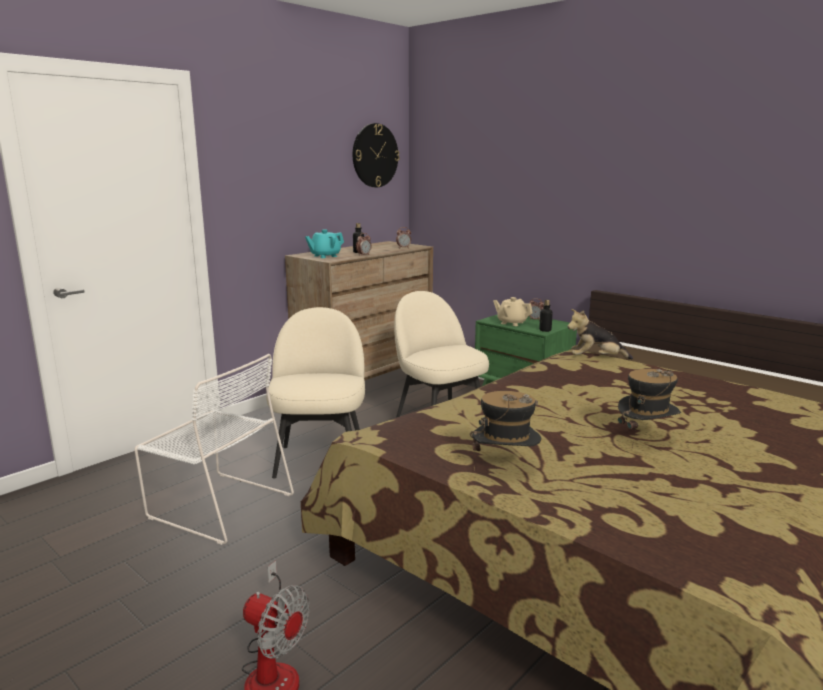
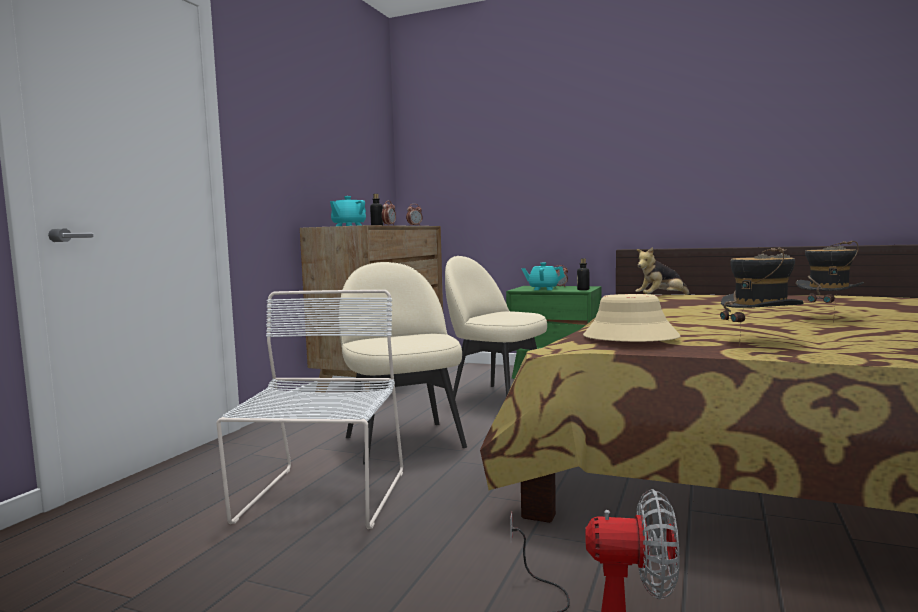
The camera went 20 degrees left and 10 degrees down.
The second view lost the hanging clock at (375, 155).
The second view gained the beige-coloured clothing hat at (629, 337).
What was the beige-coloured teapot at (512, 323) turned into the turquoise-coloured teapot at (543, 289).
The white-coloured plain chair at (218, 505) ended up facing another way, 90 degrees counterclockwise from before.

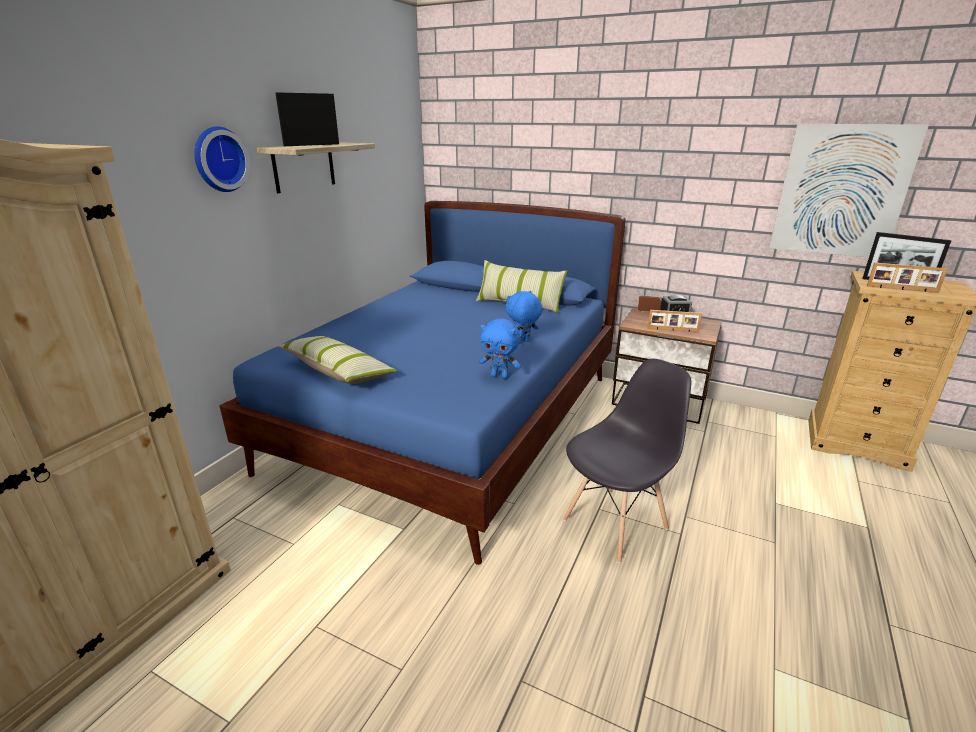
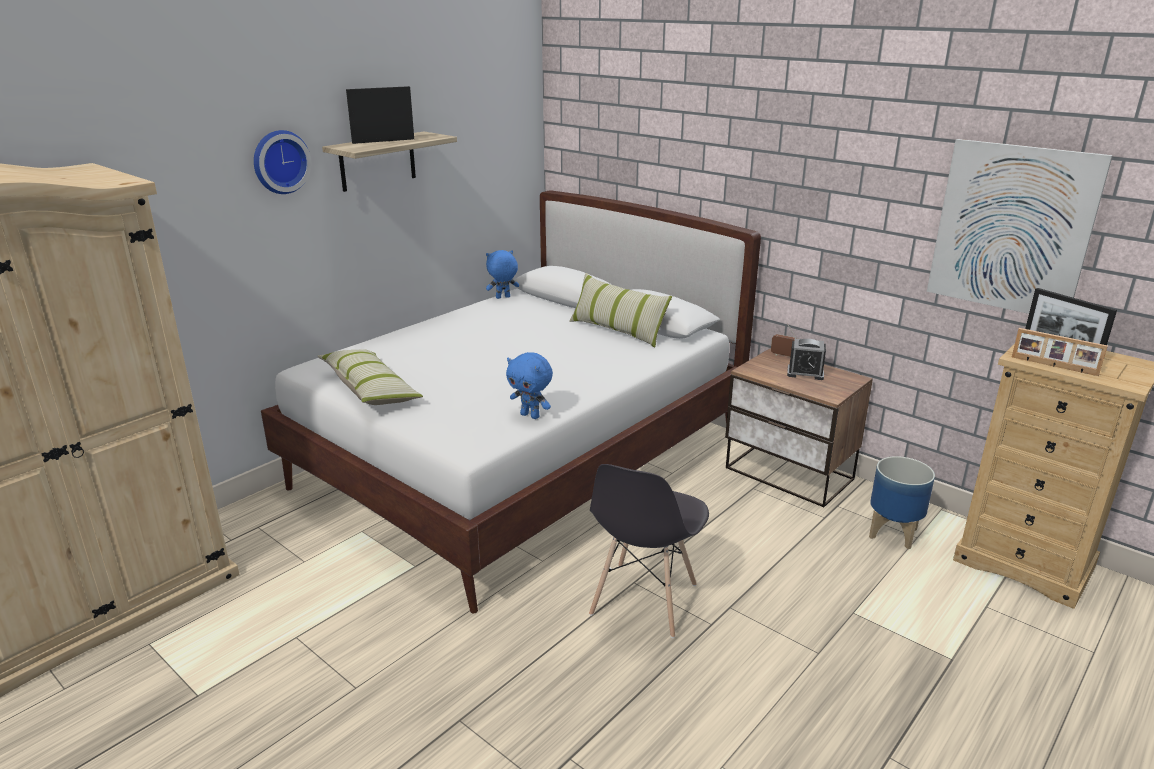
The camera went 15 degrees right and 0 degrees up.
The second view lost the standing frame at (673, 330).
The second view gained the flower pot at (893, 534).
The blue cuddly toy ended up elsewhere, having gone from (523, 342) to (503, 297).
What was the blue sleeping bed at (452, 421) turned into the white-coloured sleeping bed at (522, 461).
The gray plain chair at (616, 523) ended up facing another way, 135 degrees clockwise from before.

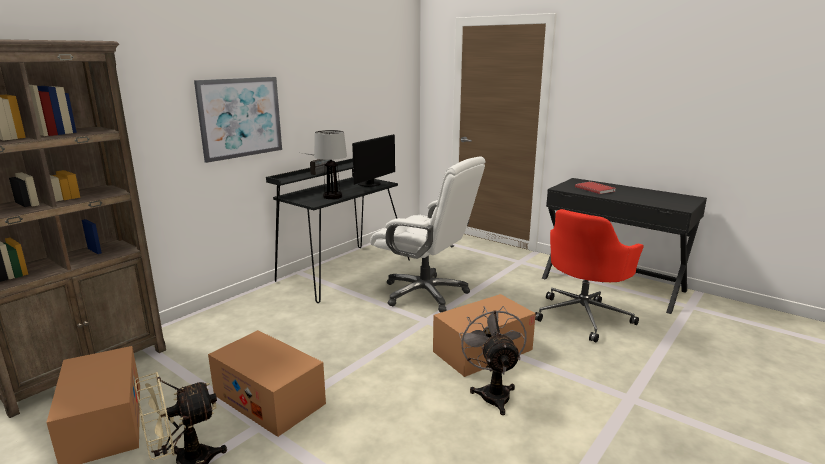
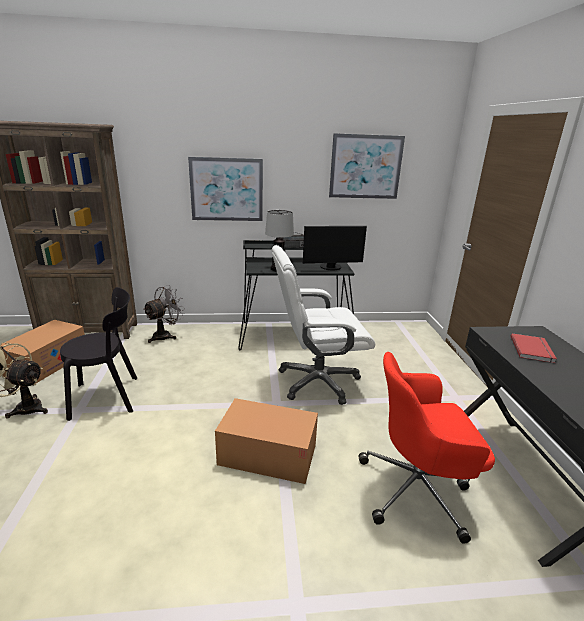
The camera went 45 degrees right and 5 degrees up.
The second view gained the picture at (365, 167).
The gray fan ended up elsewhere, having gone from (493, 392) to (165, 335).
Where the carton stood at (269, 399), the black plain chair came to stand at (109, 397).
The white-coloured desk chair at (426, 293) ended up facing another way, 90 degrees clockwise from before.

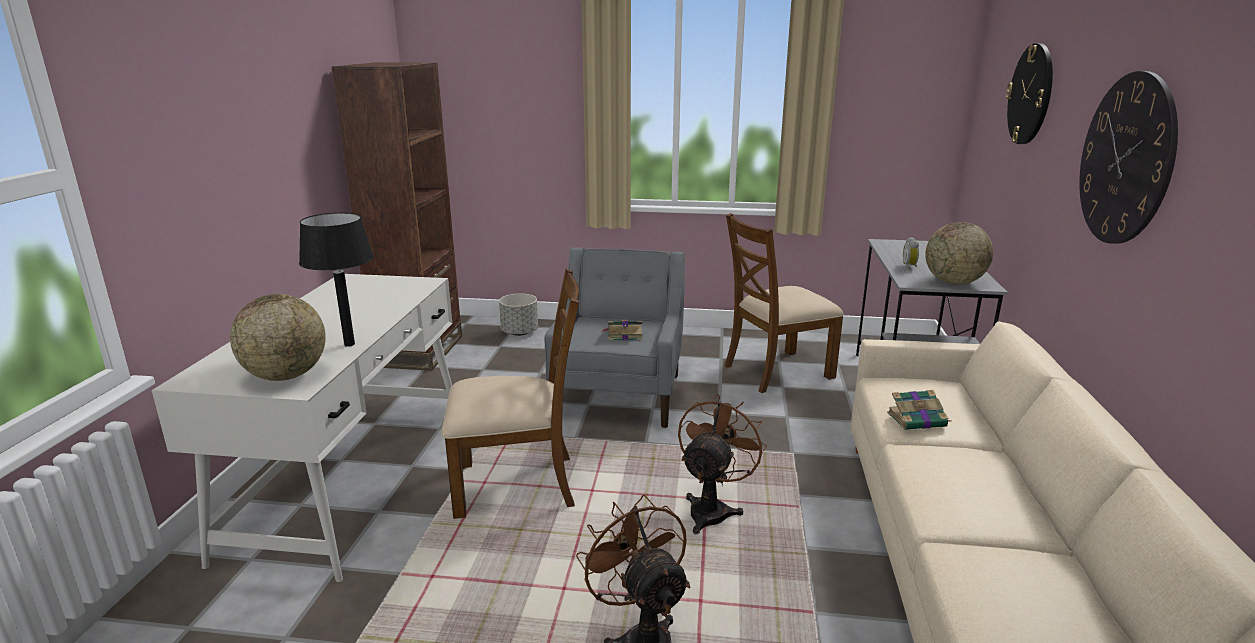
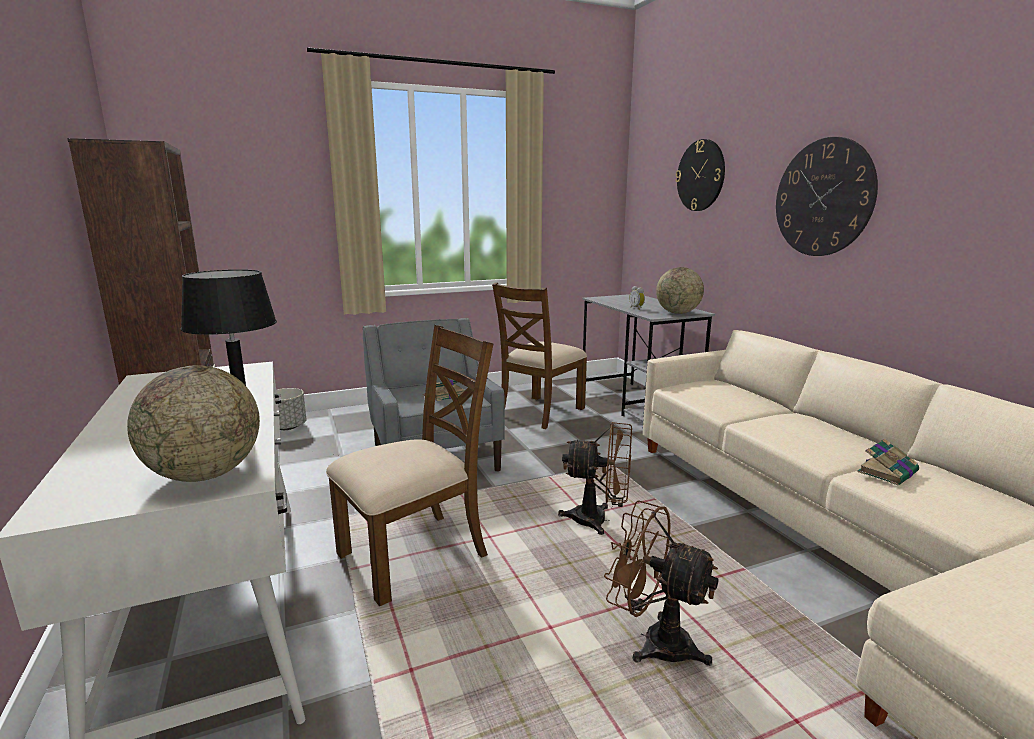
The camera went 30 degrees left and 5 degrees down.
The volume ended up elsewhere, having gone from (918, 420) to (888, 472).
The brownish fan at (712, 509) ended up facing another way, 105 degrees clockwise from before.

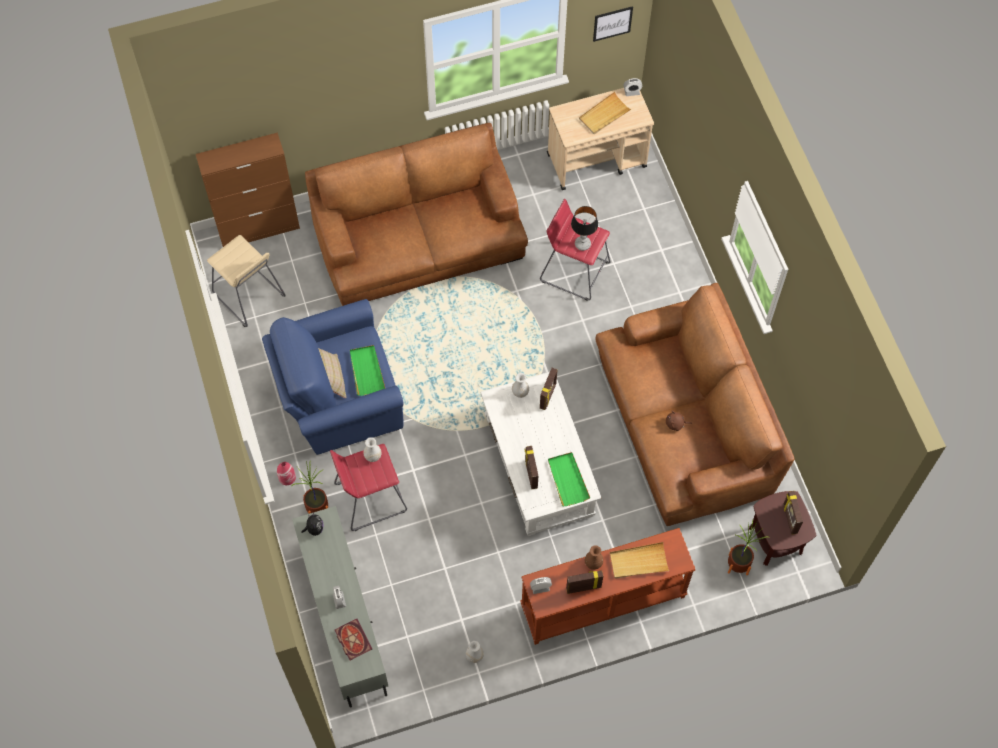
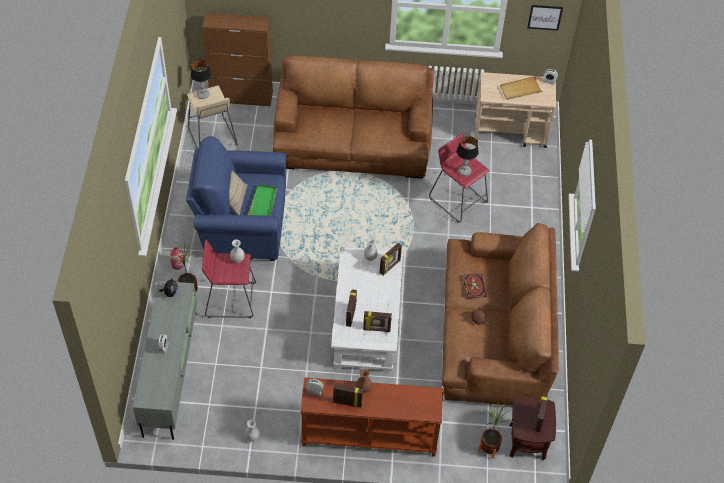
The camera went 20 degrees right and 10 degrees down.
The second view lost the beige-coloured serving tray at (638, 562).
The second view gained the table lamp at (203, 95).
The volume ended up elsewhere, having gone from (352, 639) to (473, 286).
Where the green serving tray stood at (567, 480), the standing frame came to stand at (376, 329).

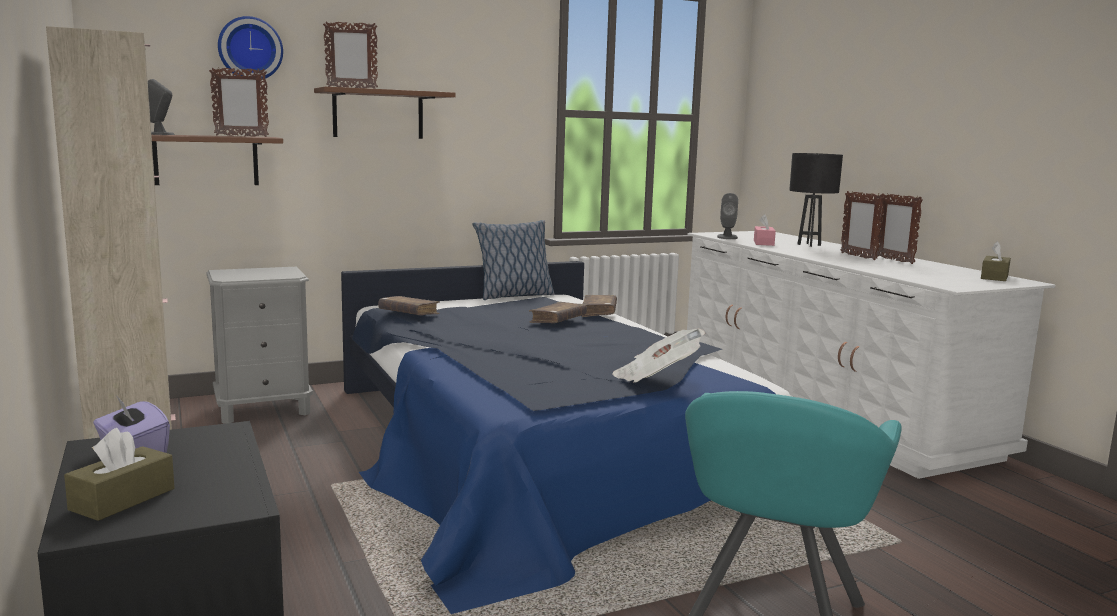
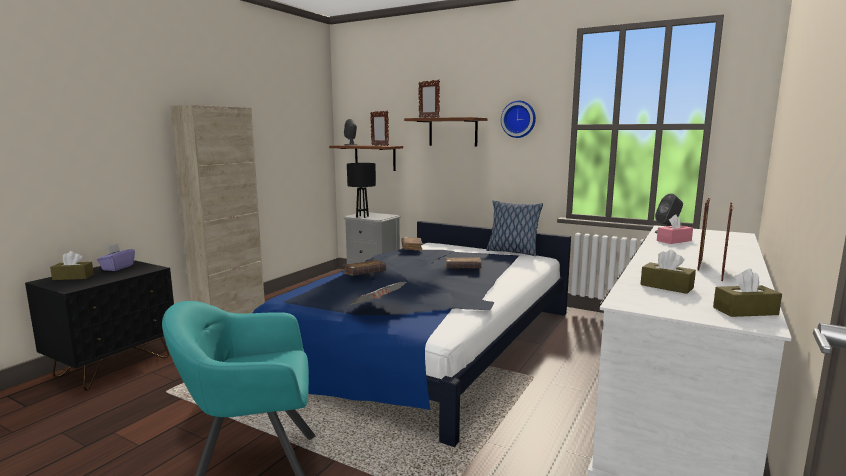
The camera went 55 degrees right and 0 degrees up.
The second view gained the brownish box of tissues at (666, 286).
The hanging clock ended up elsewhere, having gone from (250, 49) to (519, 119).
The brownish volume ended up elsewhere, having gone from (599, 312) to (364, 273).
The black table lamp ended up elsewhere, having gone from (809, 245) to (362, 217).

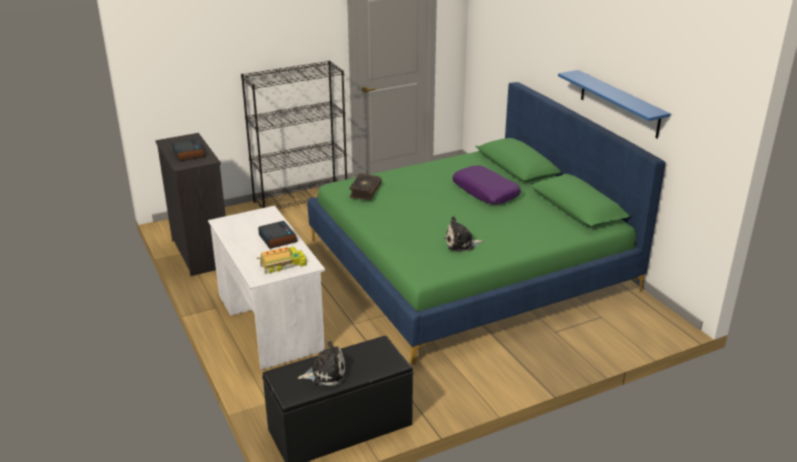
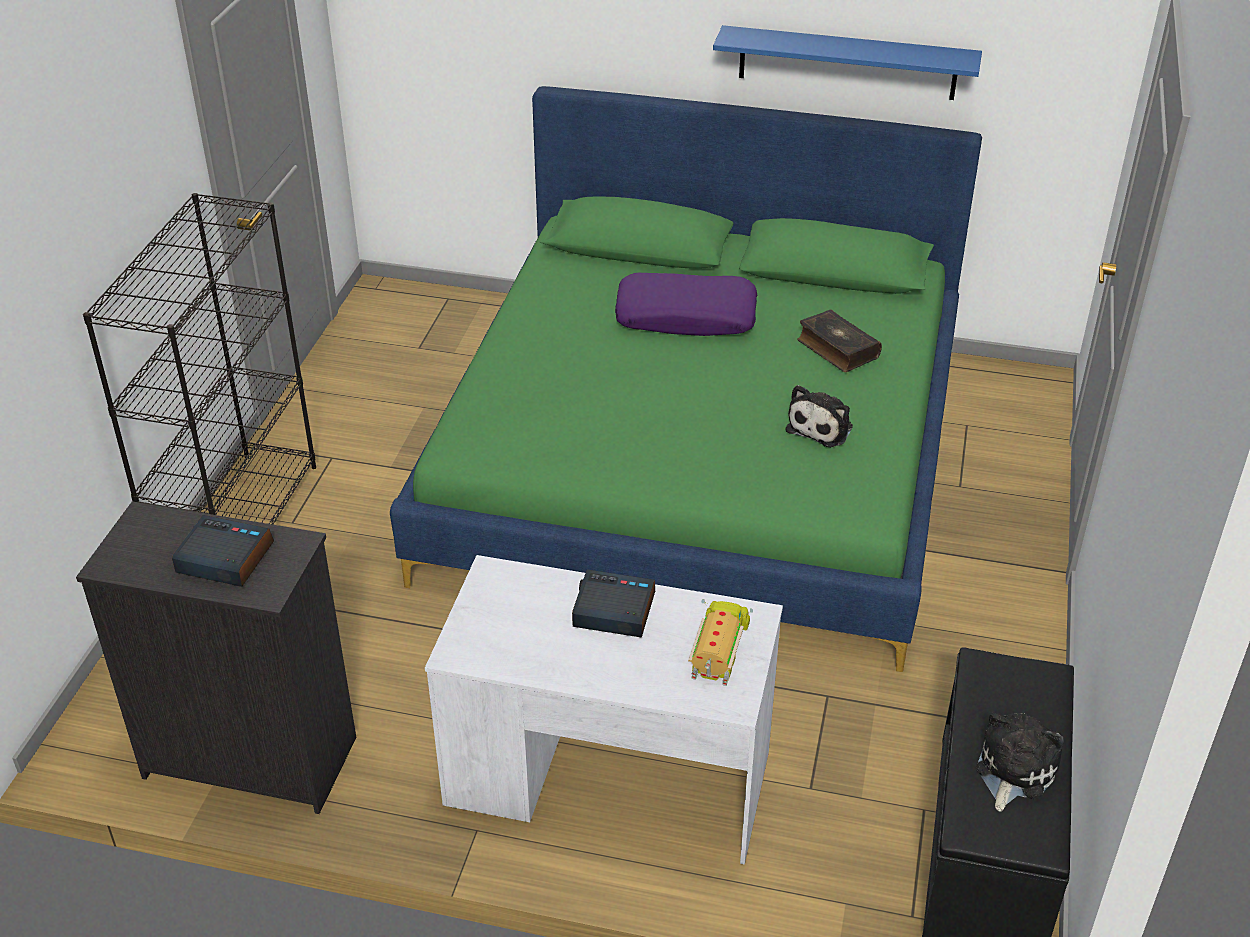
The camera went 50 degrees left and 10 degrees up.
The volume ended up elsewhere, having gone from (364, 191) to (837, 349).

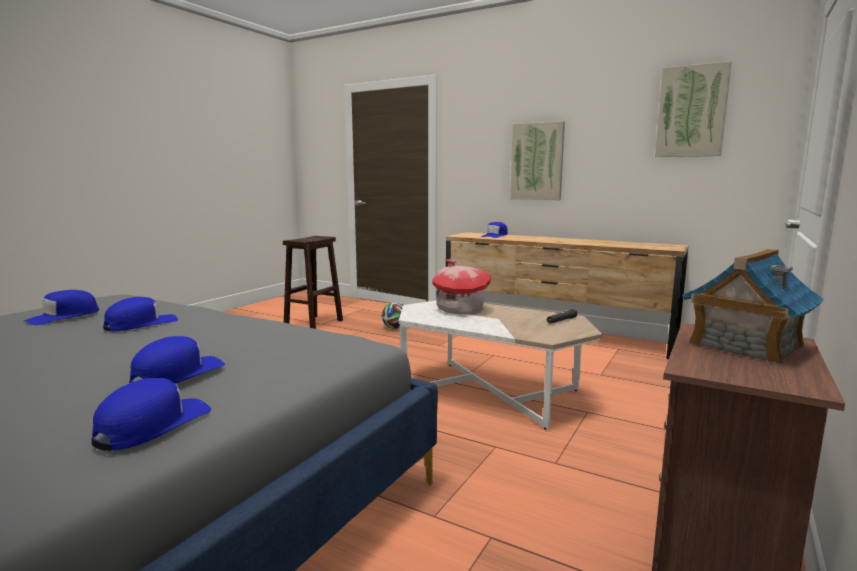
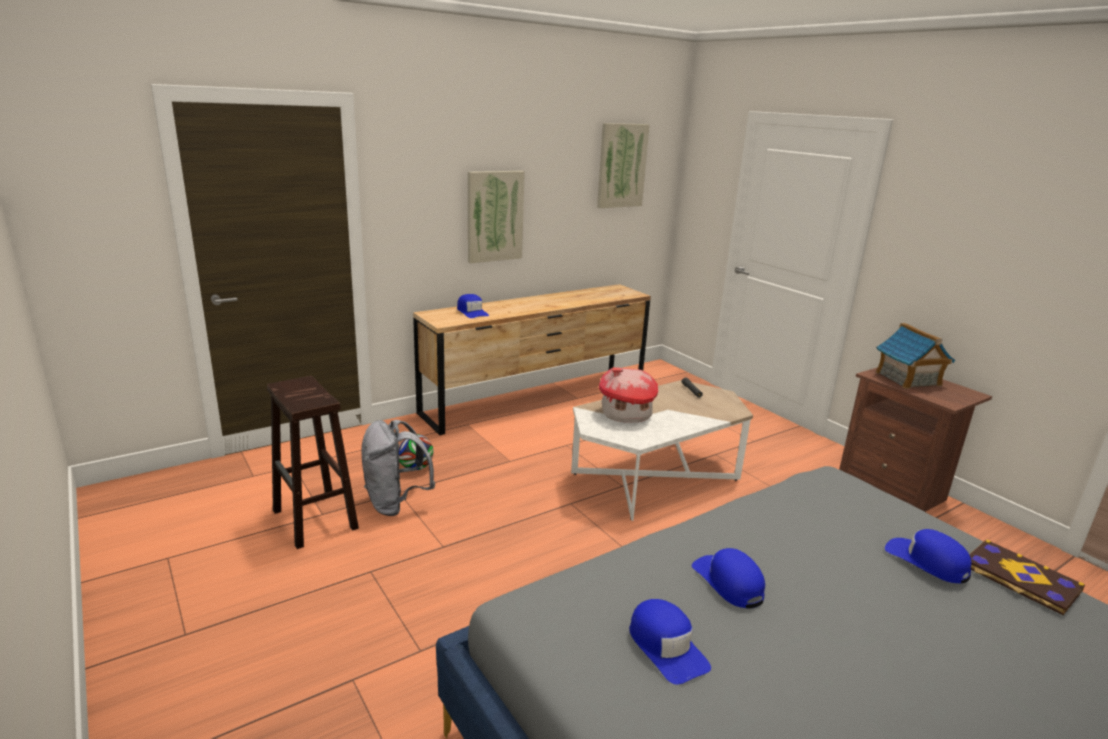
The camera went 65 degrees left and 10 degrees up.
The second view gained the gray rucksack at (395, 503).
Where the blue baseball cap stood at (153, 424), the volume came to stand at (1020, 578).

